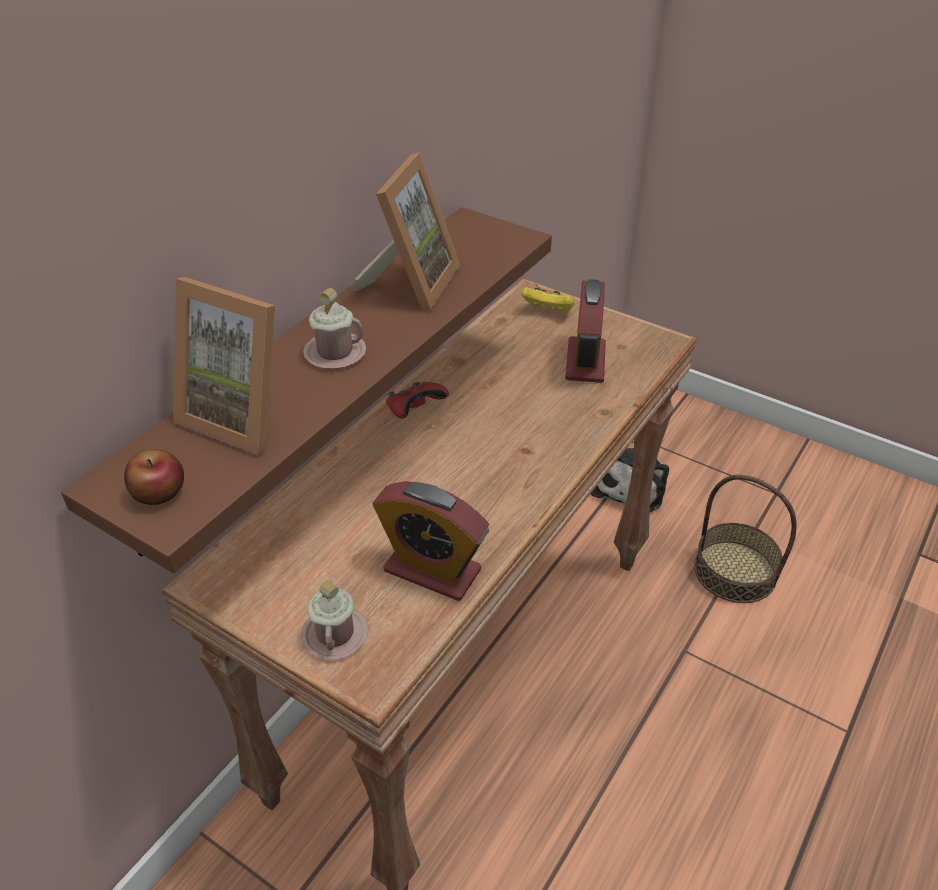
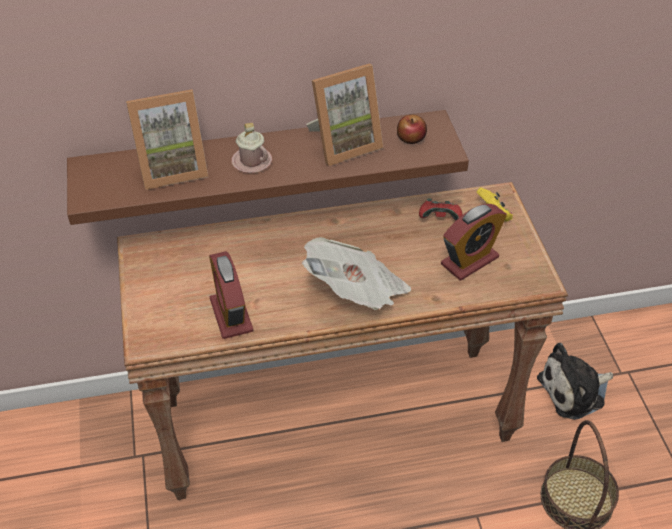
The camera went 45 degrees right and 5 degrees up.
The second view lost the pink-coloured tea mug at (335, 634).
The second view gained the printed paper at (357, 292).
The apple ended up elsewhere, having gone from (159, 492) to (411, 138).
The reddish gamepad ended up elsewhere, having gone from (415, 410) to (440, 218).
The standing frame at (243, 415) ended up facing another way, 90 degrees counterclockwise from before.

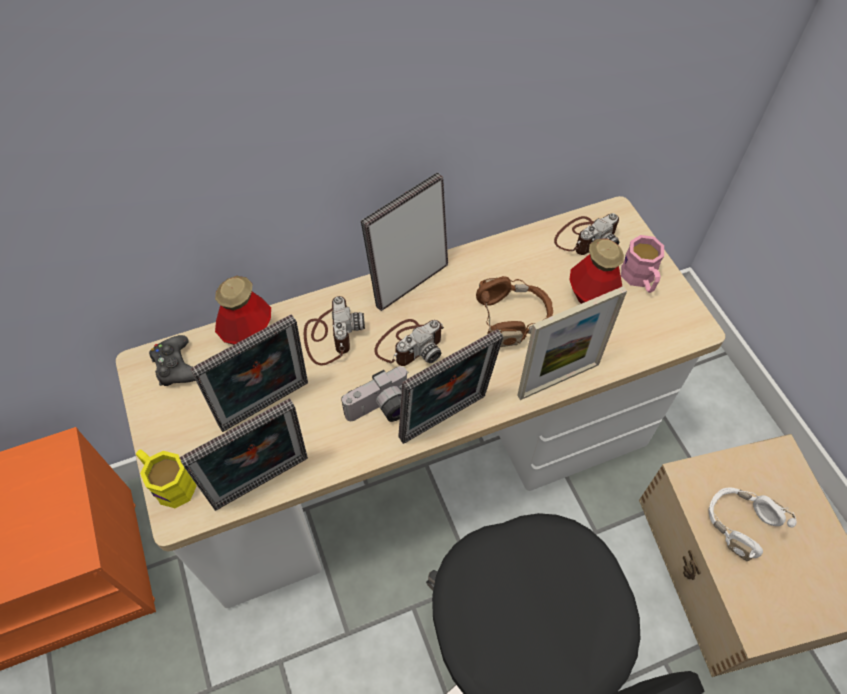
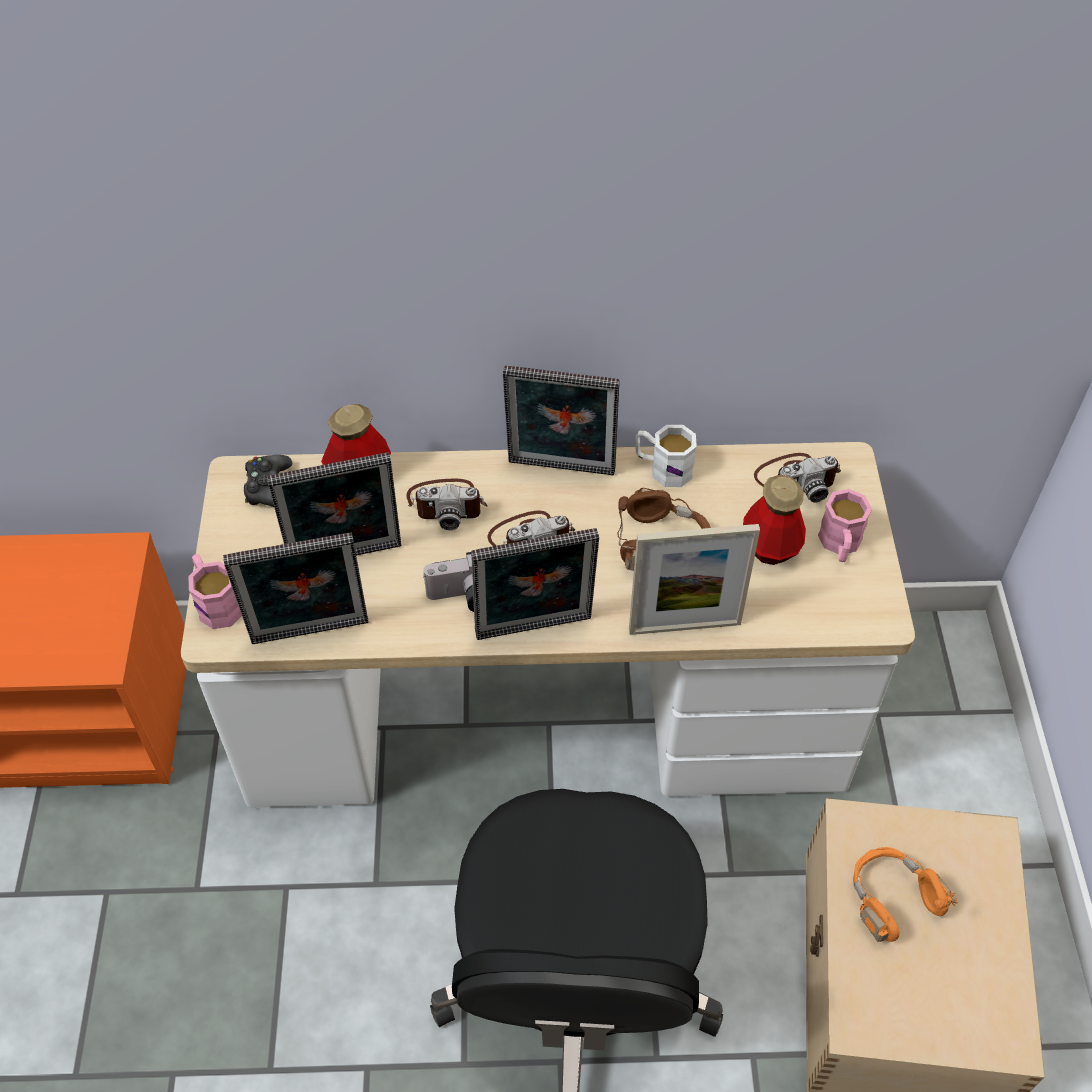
The camera went 20 degrees right and 5 degrees down.
The second view gained the white-coloured tea mug at (663, 468).
What was the yellow tea mug at (169, 483) turned into the pink-coloured tea mug at (216, 602).
What was the white-coloured headphones at (738, 524) turned into the orange headphones at (891, 899).
The still camera at (330, 335) ended up facing another way, 75 degrees clockwise from before.
The standing frame at (408, 282) ended up facing another way, 150 degrees counterclockwise from before.

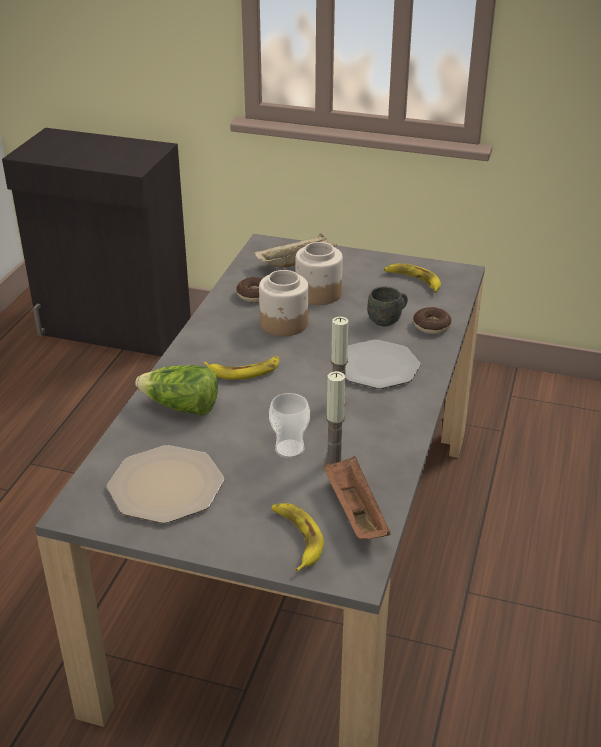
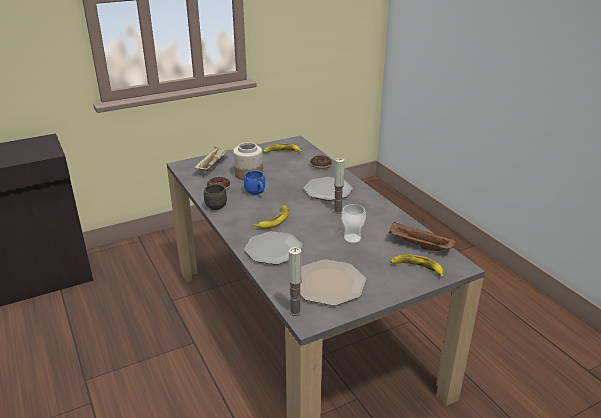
The camera went 45 degrees left and 5 degrees down.
The wax candle ended up elsewhere, having gone from (334, 461) to (295, 311).
The gray tea mug ended up elsewhere, having gone from (388, 319) to (217, 205).
Where the head of lettuce stood at (181, 407), the flat dish came to stand at (273, 249).
Where the jar stood at (284, 324), the blue tea mug came to stand at (256, 193).

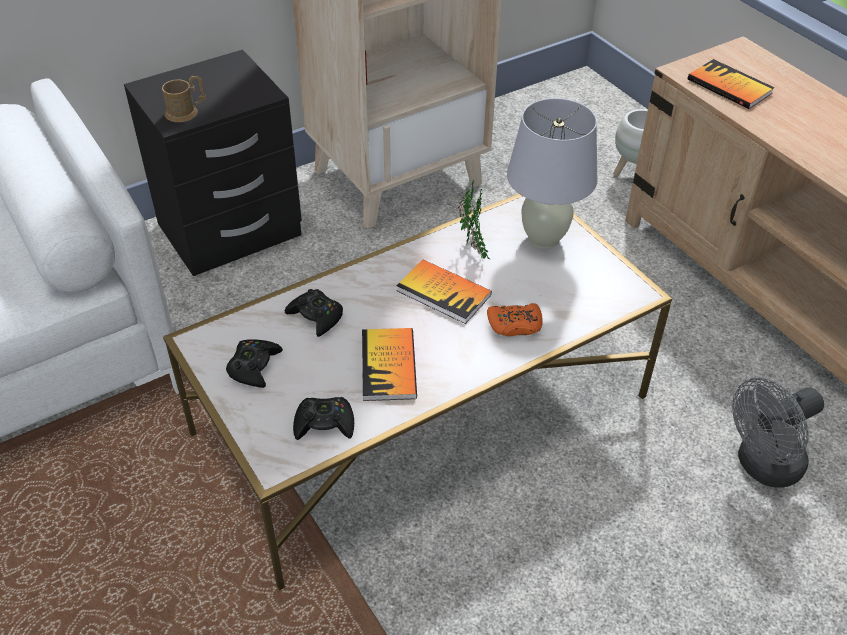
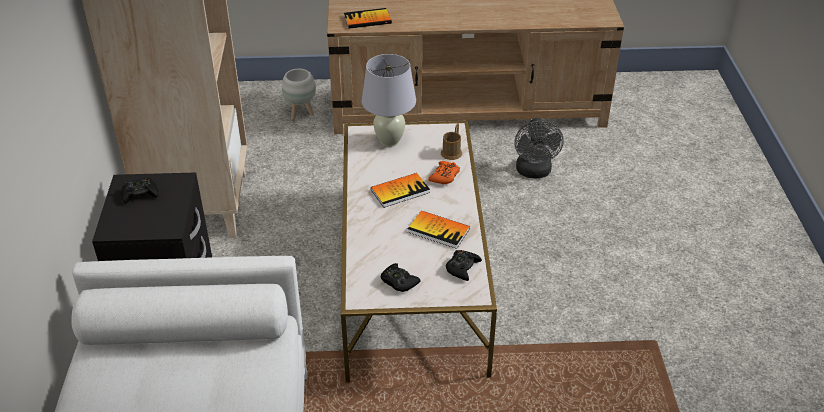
The camera went 60 degrees left and 5 degrees down.
The second view lost the plant in a pot at (473, 249).
The brownish tea mug ended up elsewhere, having gone from (186, 112) to (452, 151).
The black gamepad ended up elsewhere, having gone from (316, 316) to (140, 194).

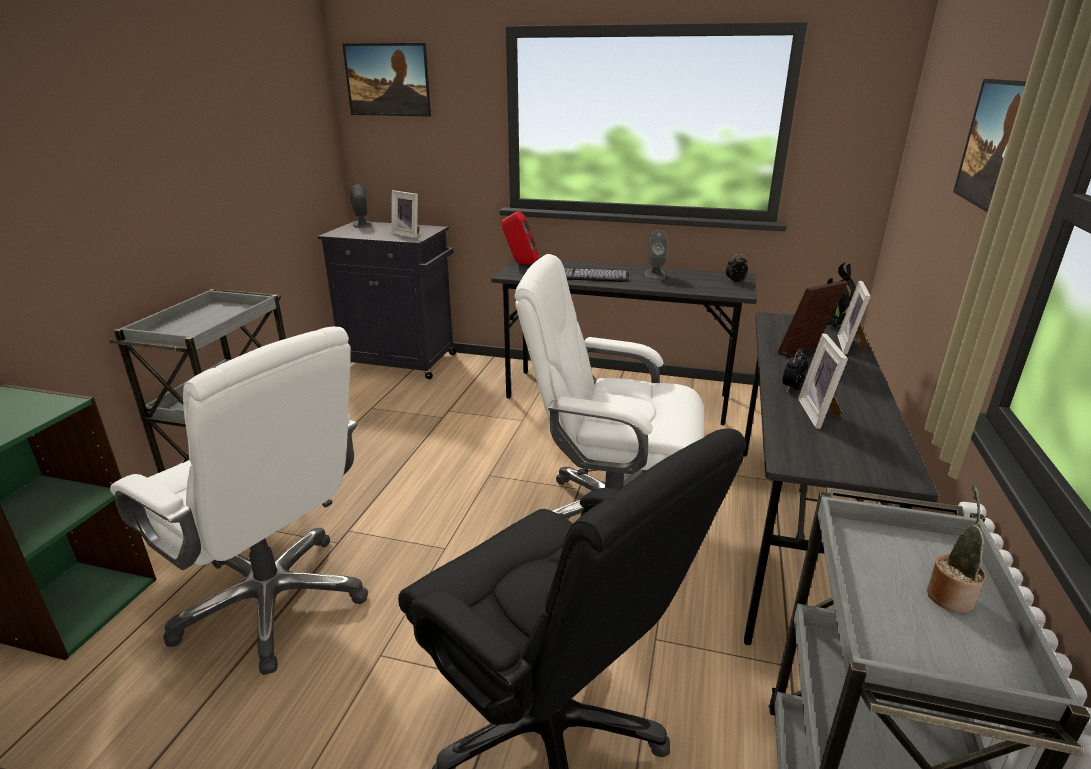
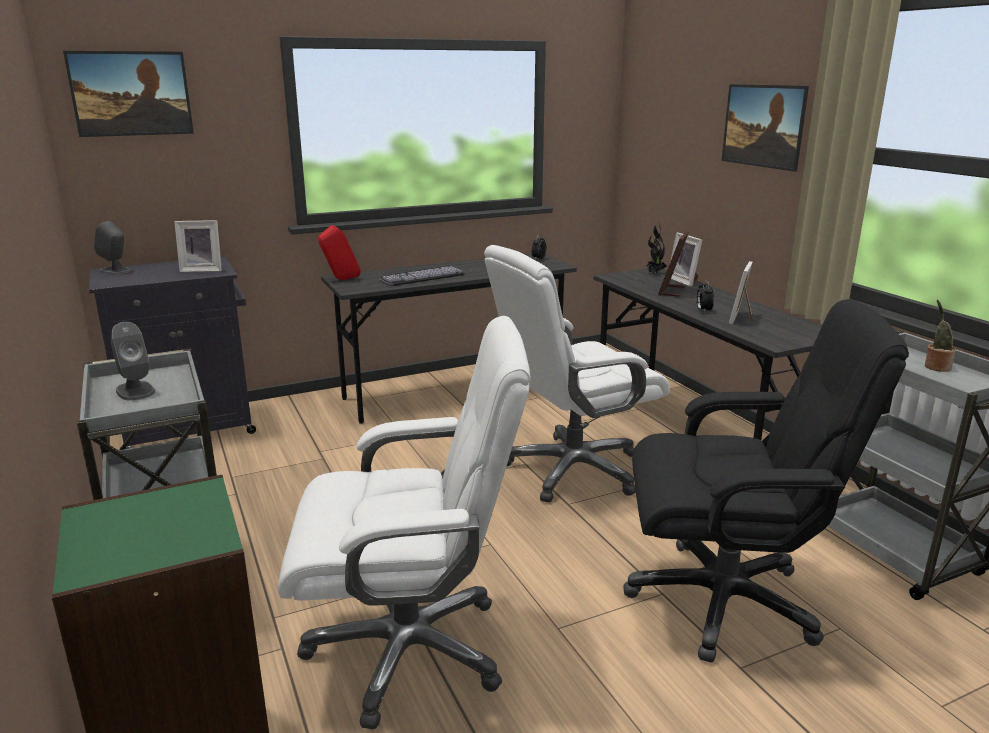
The camera went 40 degrees left and 5 degrees down.
The gray speaker ended up elsewhere, having gone from (655, 275) to (135, 391).
The standing frame at (820, 414) ended up facing another way, 60 degrees clockwise from before.

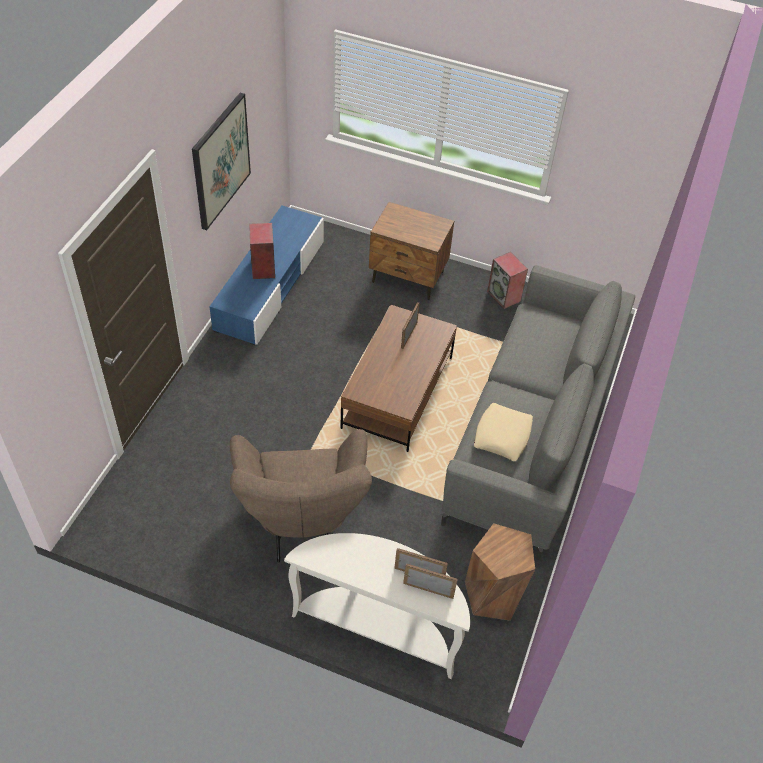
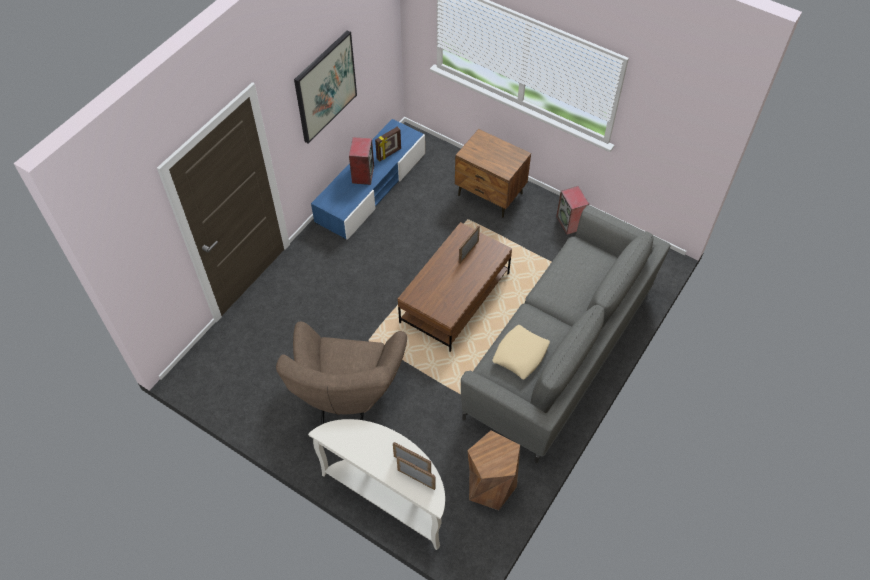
The camera went 15 degrees right and 5 degrees up.
The second view gained the standing frame at (389, 154).

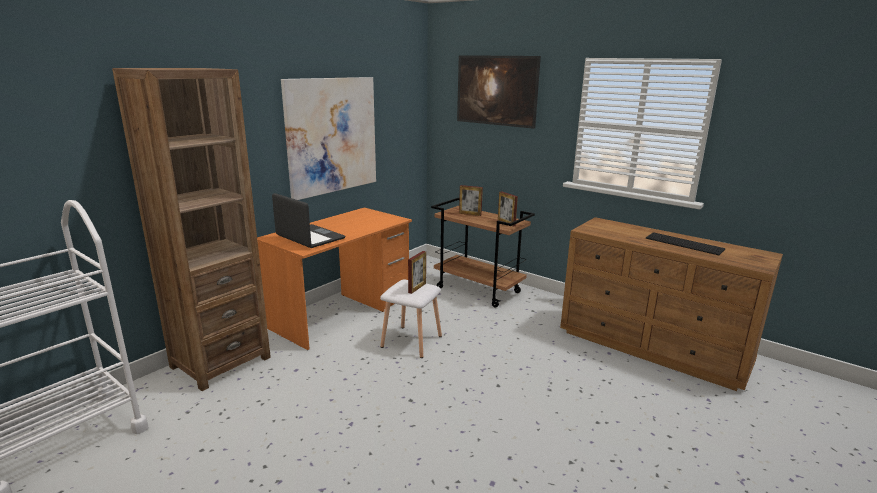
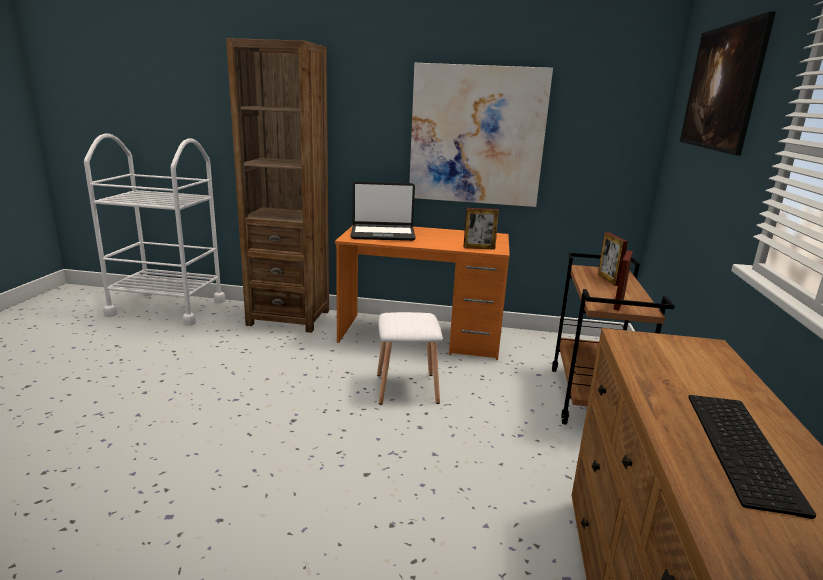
The camera went 60 degrees right and 0 degrees up.
The standing frame ended up elsewhere, having gone from (417, 288) to (479, 248).
The portable computer at (309, 237) ended up facing another way, 75 degrees clockwise from before.

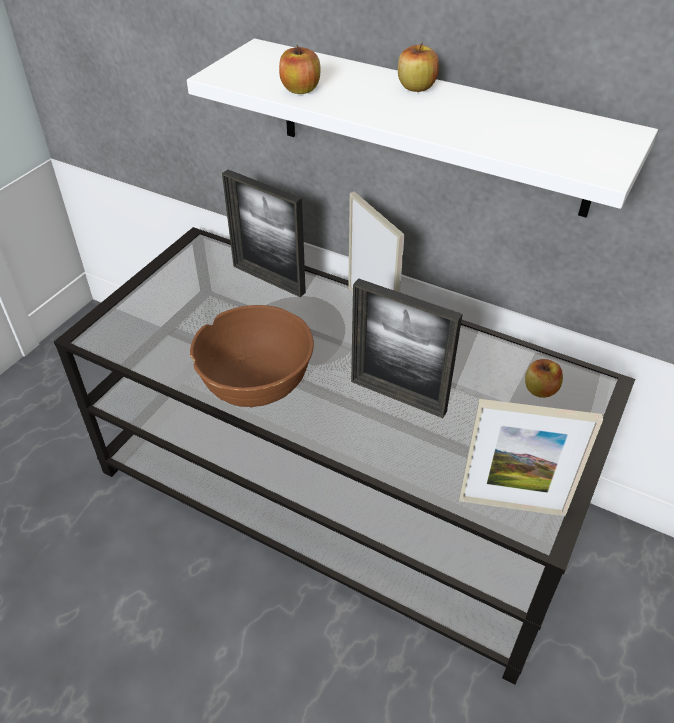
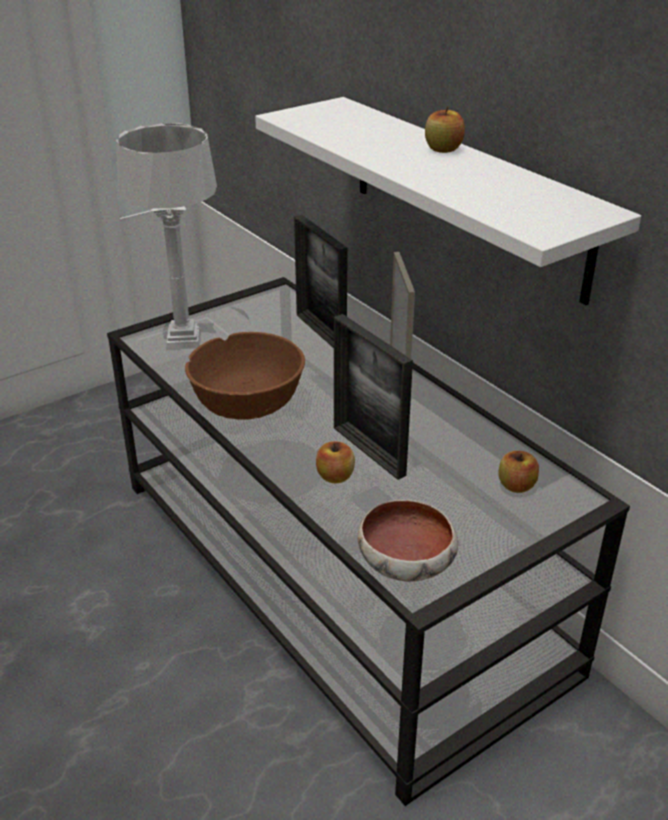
The camera went 25 degrees right and 10 degrees down.
The second view gained the gray table lamp at (183, 340).
The apple ended up elsewhere, having gone from (300, 89) to (335, 476).
Where the standing frame stood at (511, 505), the serving bowl came to stand at (407, 564).

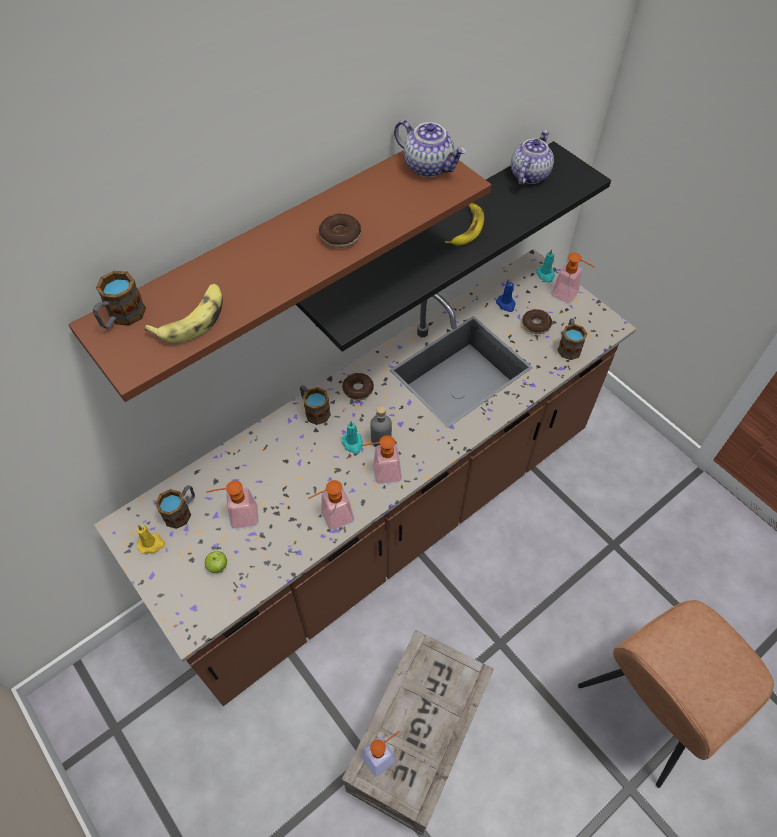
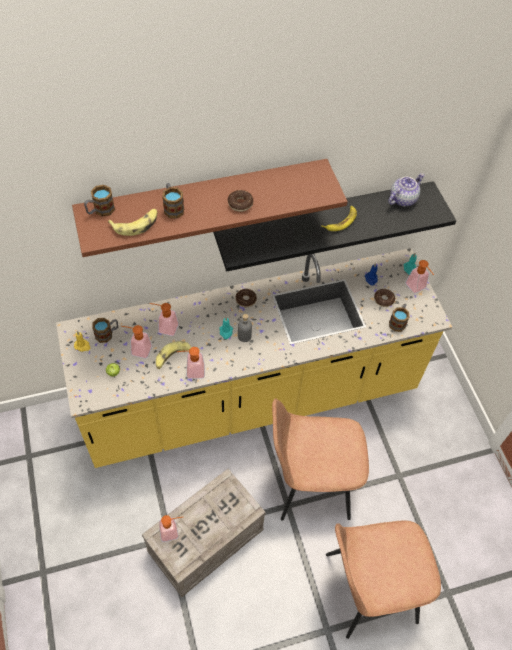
The camera went 20 degrees right and 0 degrees up.
The second view lost the teapot at (429, 166).
The second view gained the banana at (173, 357).
The second view gained the brownish plain chair at (310, 482).
The tea mug ended up elsewhere, having gone from (314, 410) to (172, 207).
The liquid soap bottle ended up elsewhere, having gone from (381, 473) to (164, 327).
What was the brownish kitchen counter at (388, 522) turned into the yellow kitchen counter at (251, 399).

